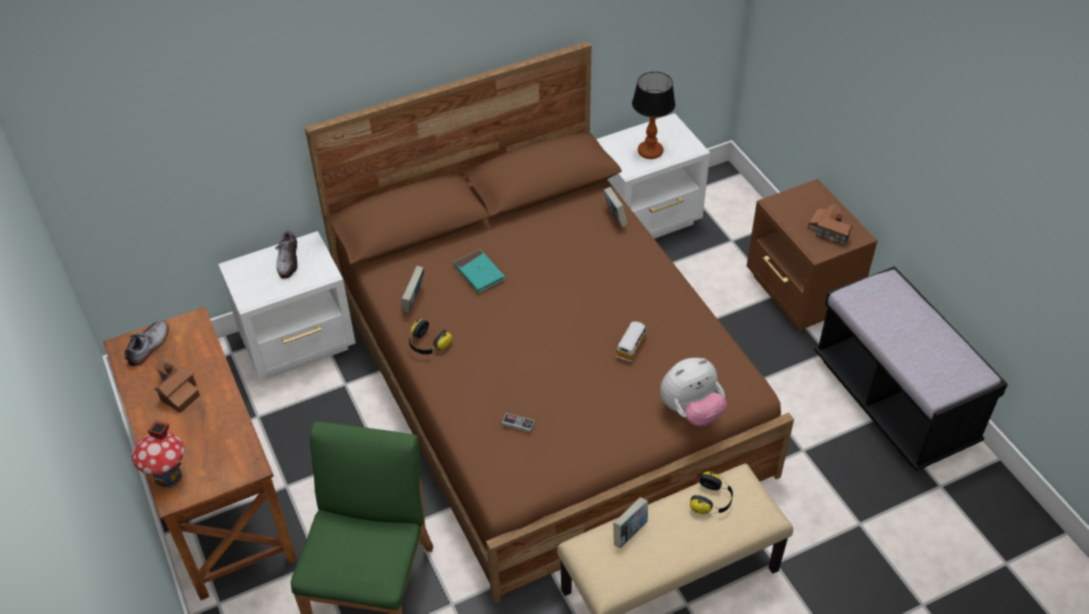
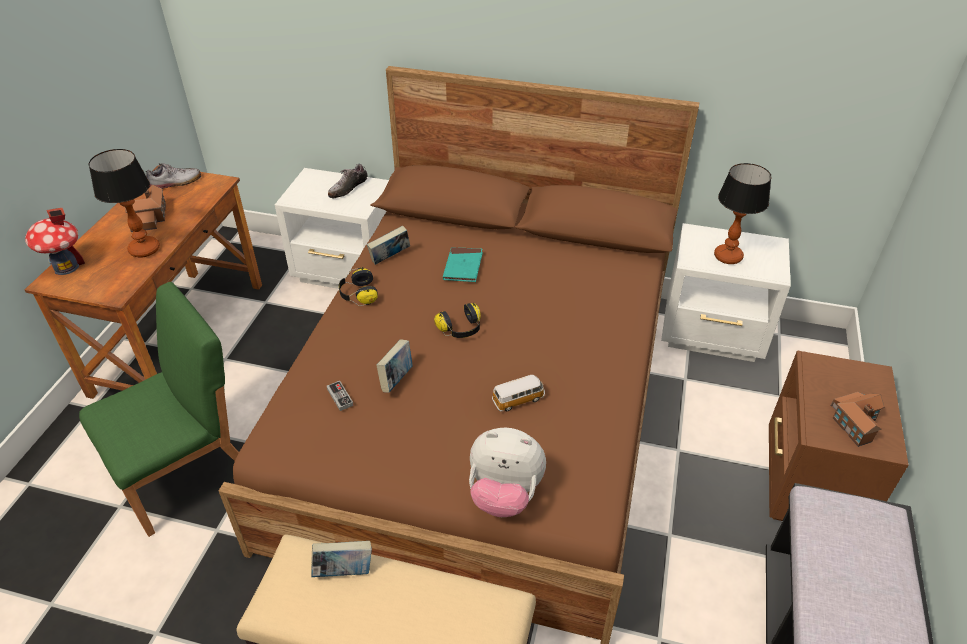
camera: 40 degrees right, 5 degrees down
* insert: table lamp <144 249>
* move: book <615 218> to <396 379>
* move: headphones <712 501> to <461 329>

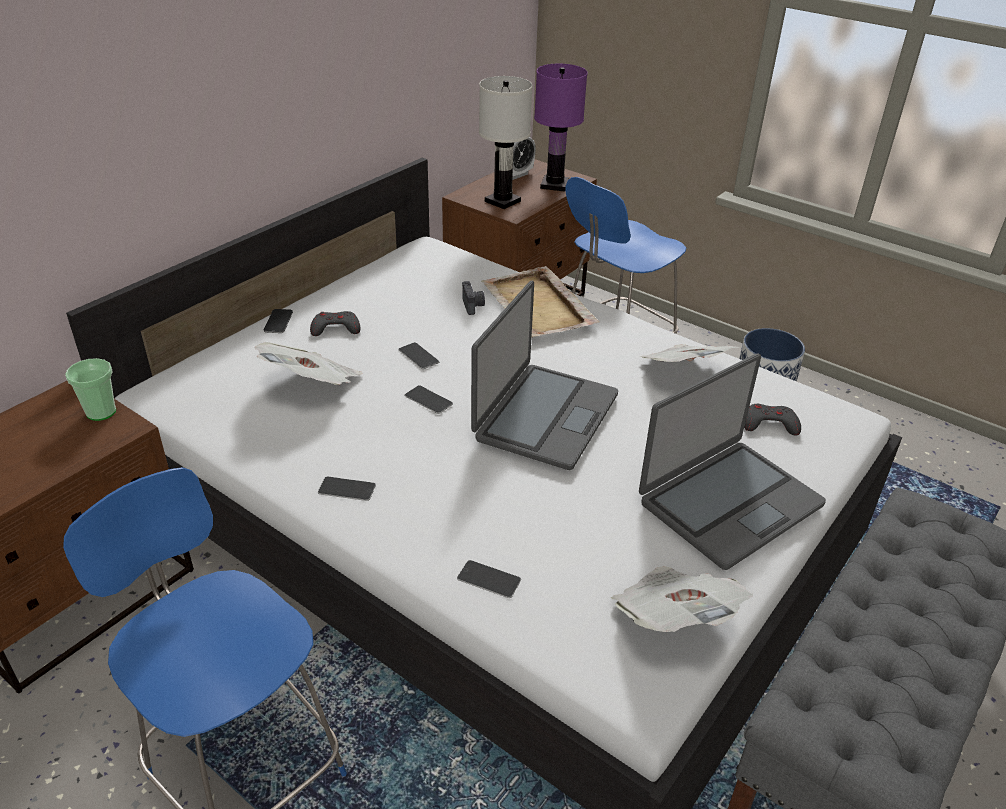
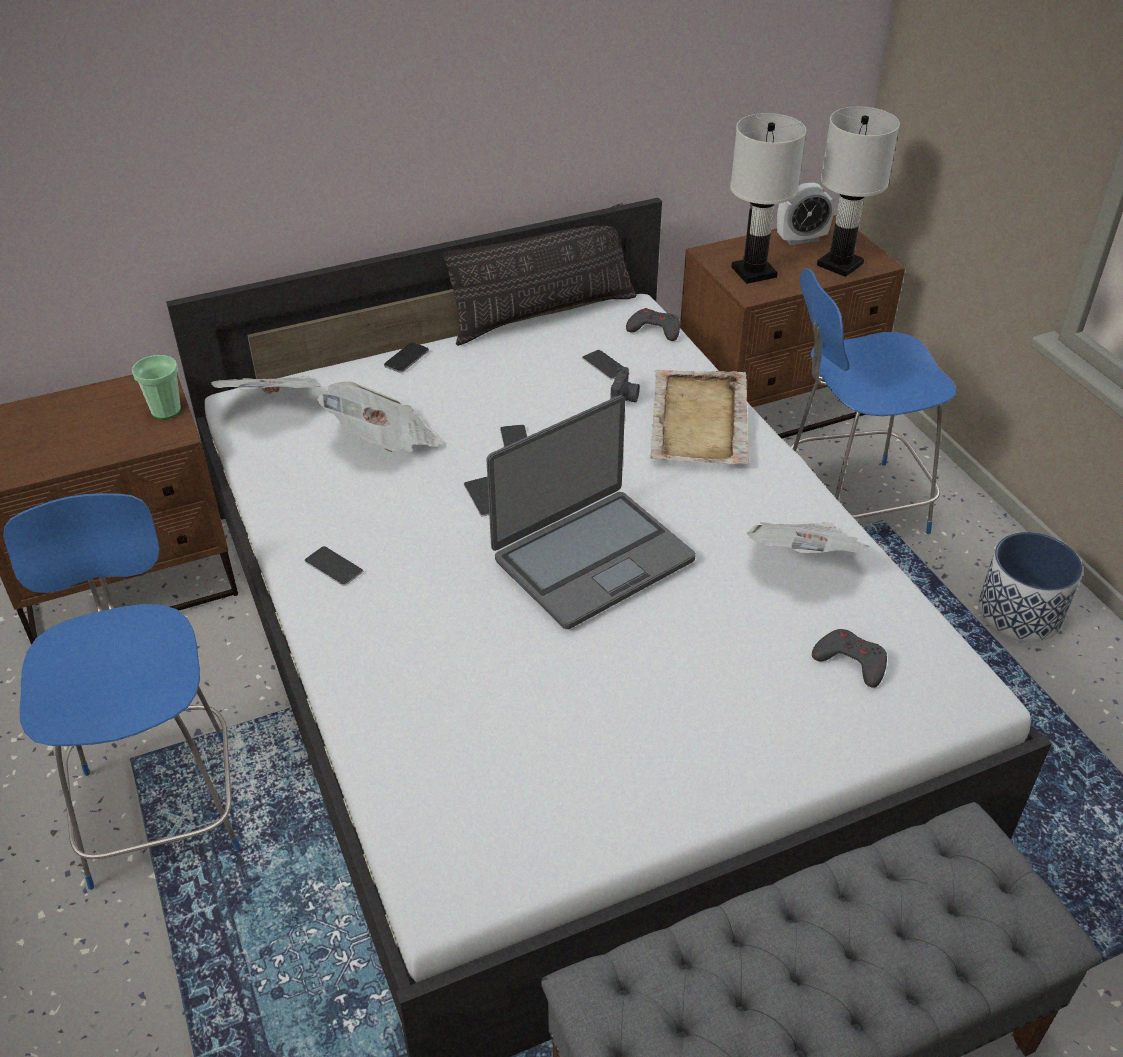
camera: 30 degrees right, 5 degrees up
* delete: laptop <728 503>
* insert: pillow <542 314>
* move: grey game controller <335 328> to <654 329>
* move: phone <489 579> to <605 365>
* move: newspaper <674 619> to <275 406>
* recolor: purple table lamp <554 185> to white table lamp <839 264>

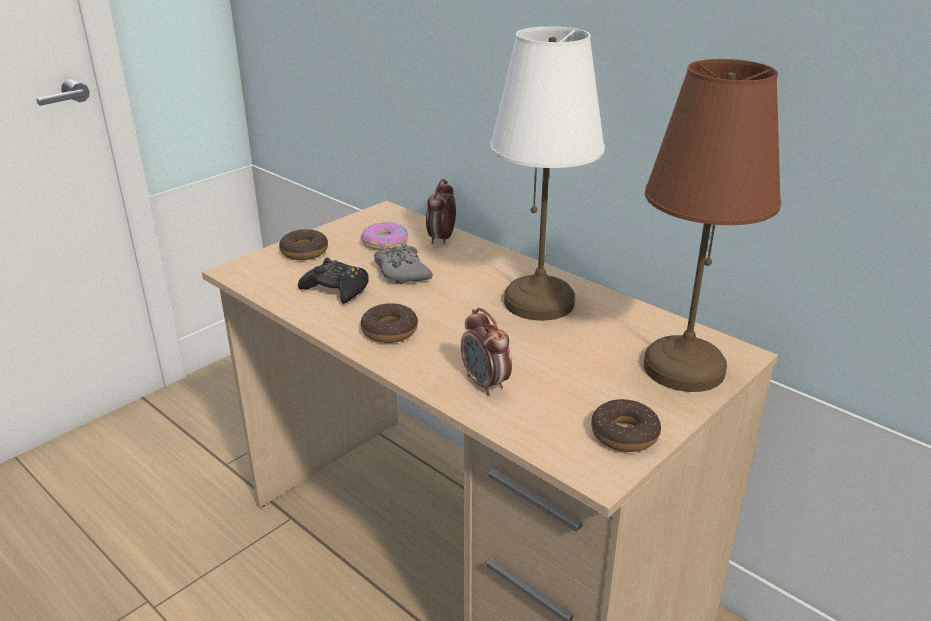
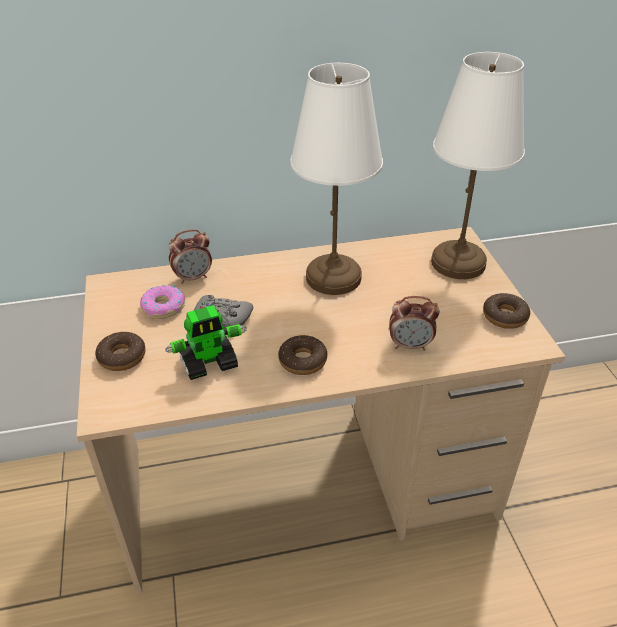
camera: 55 degrees left, 10 degrees up
* replace: black game controller <336 289> to toy robot <210 363>
* recolor: brown table lamp <684 369> to white table lamp <459 263>
* rotate: alarm clock <441 239> = <193 277> 75 degrees counterclockwise

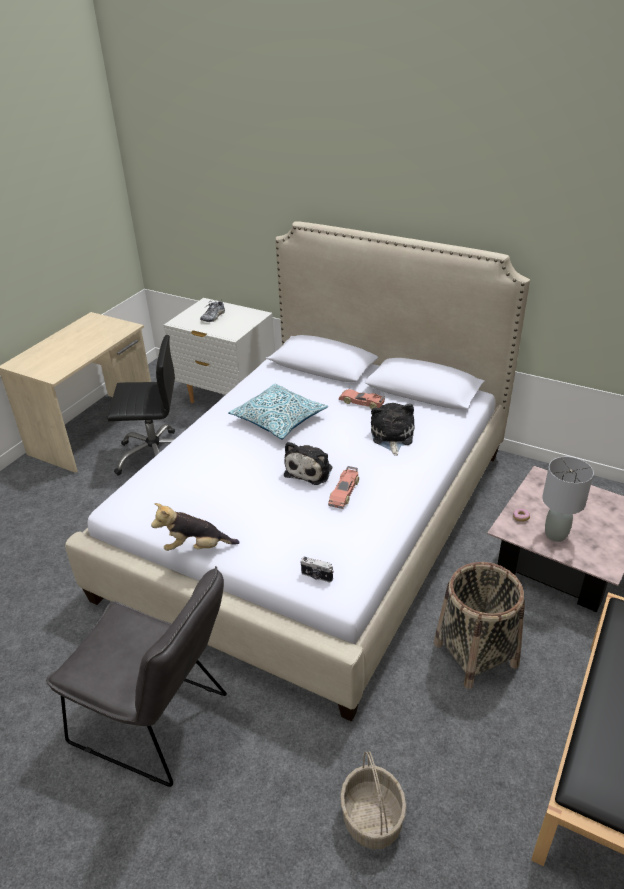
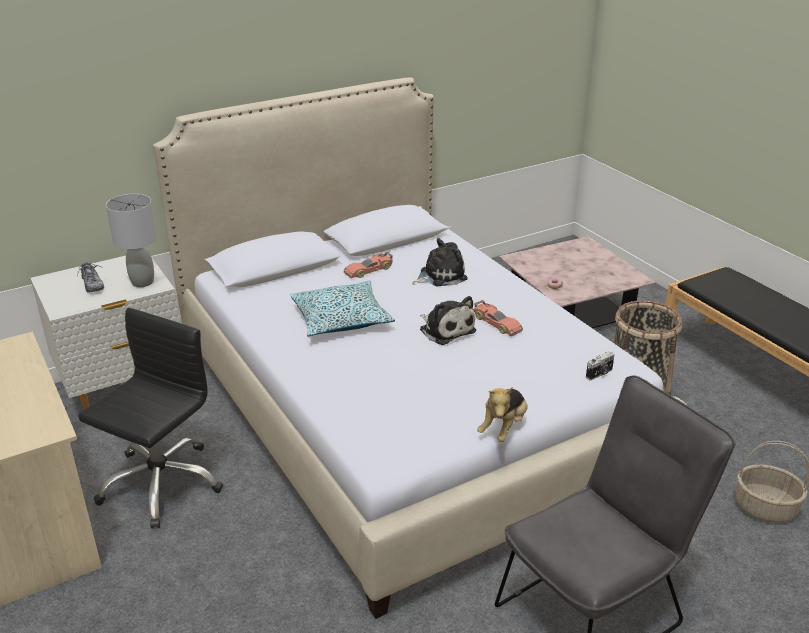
camera: 60 degrees left, 5 degrees down
* move: grey table lamp <555 535> to <142 282>
* rotate: plush toy <392 437> = <440 275> 120 degrees clockwise

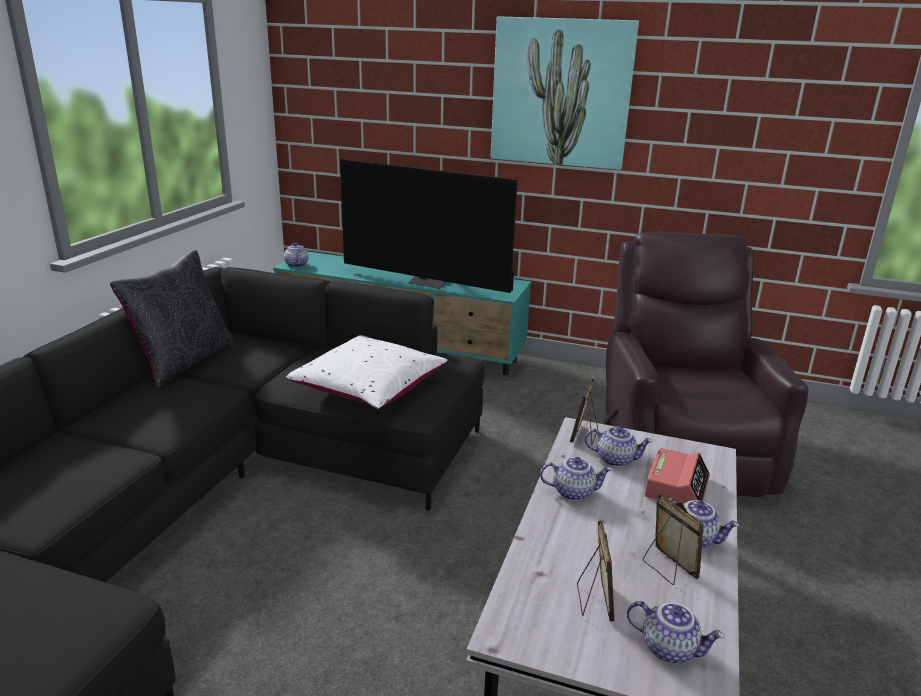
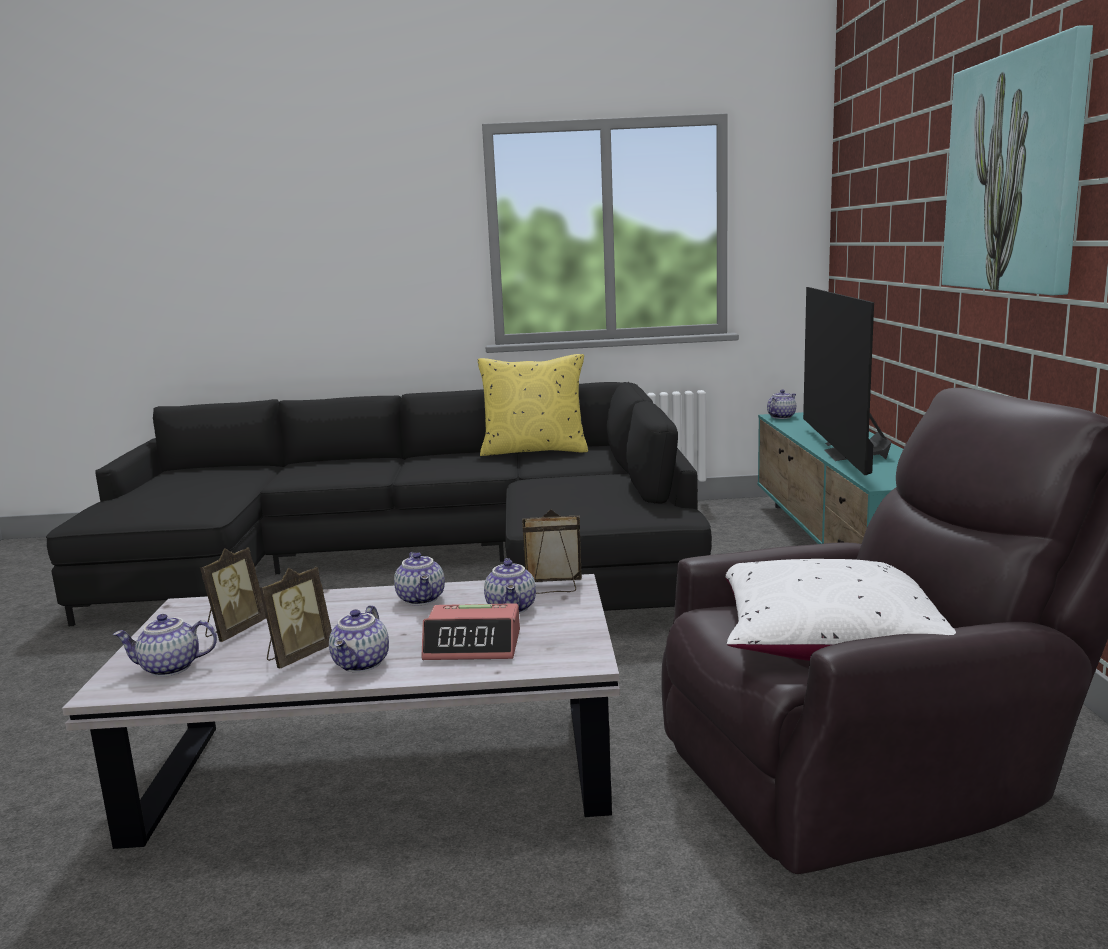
camera: 70 degrees right, 10 degrees down
* move: white pillow <369 388> to <831 639>
* recolor: black pillow <184 361> to yellow pillow <534 450>
* rotate: picture frame <594 601> = <234 631> 45 degrees counterclockwise
* rotate: teapot <670 648> = <169 668> 75 degrees clockwise

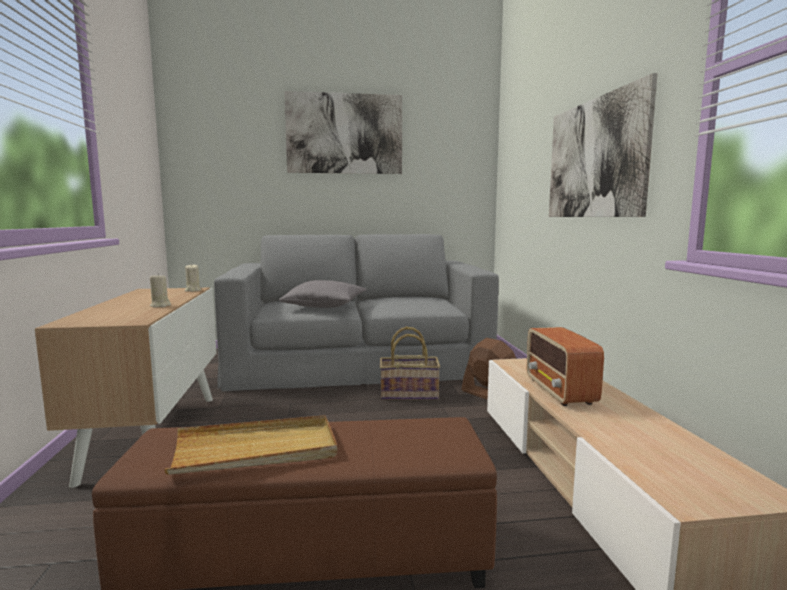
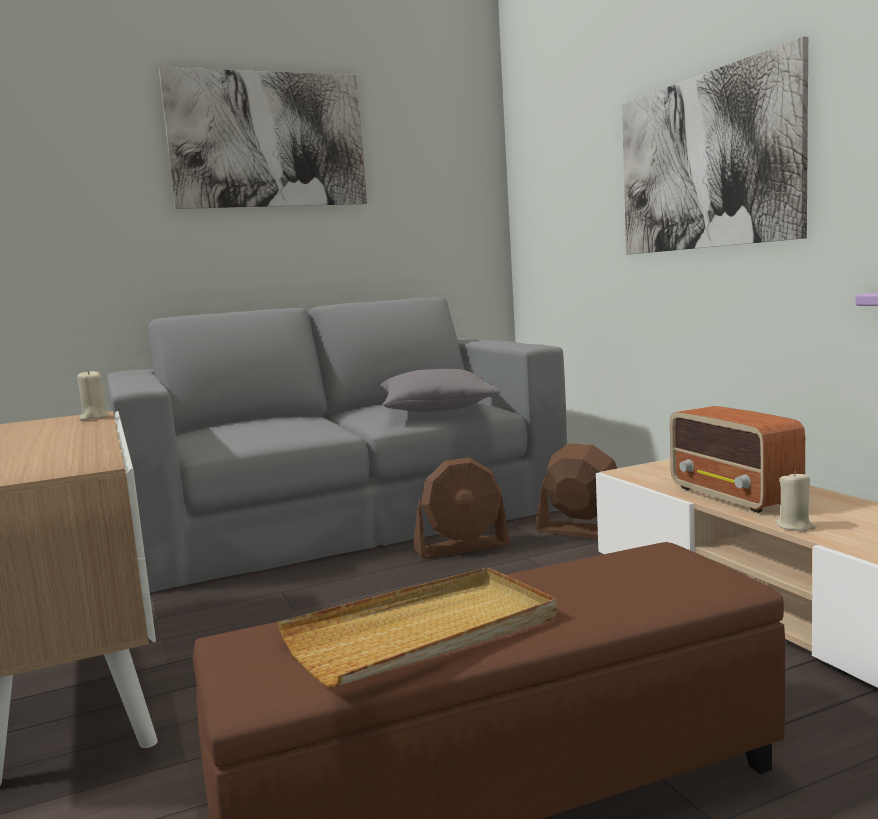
camera: 15 degrees left, 0 degrees up
* move: beige candle <160 306> to <795 526>
* move: grey pillow <325 306> to <438 409>
* replace: basket <409 394> to brown fan <462 548>

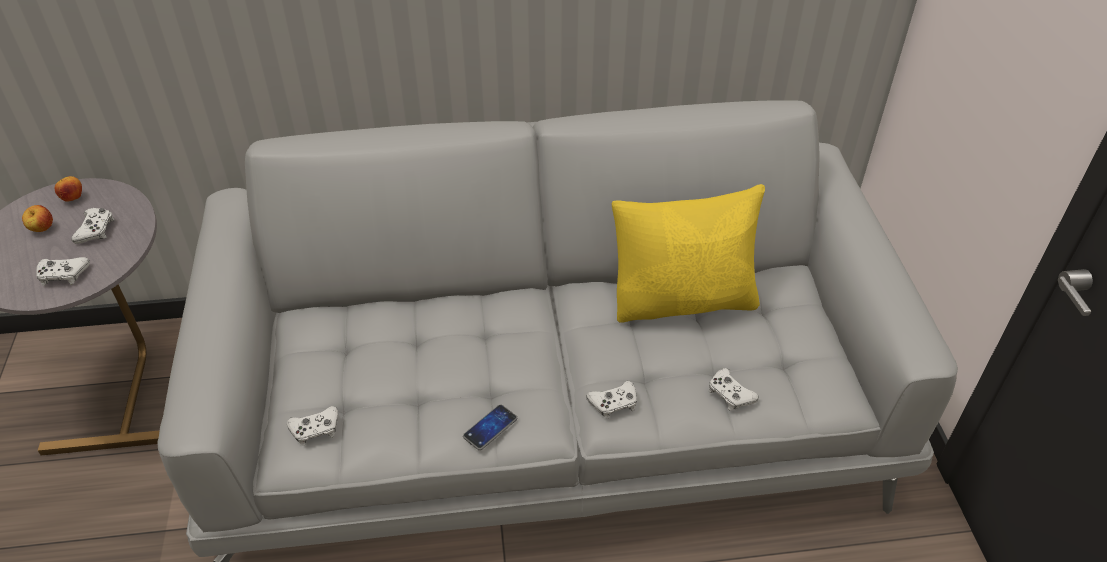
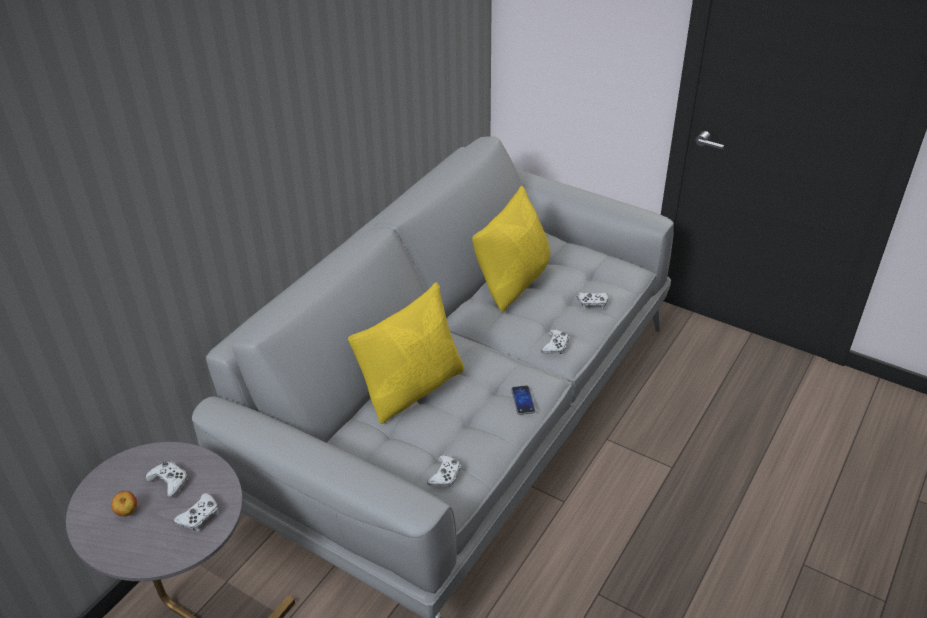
camera: 50 degrees left, 5 degrees down
* delete: apple <73 198>
* insert: yellow pillow <413 388>

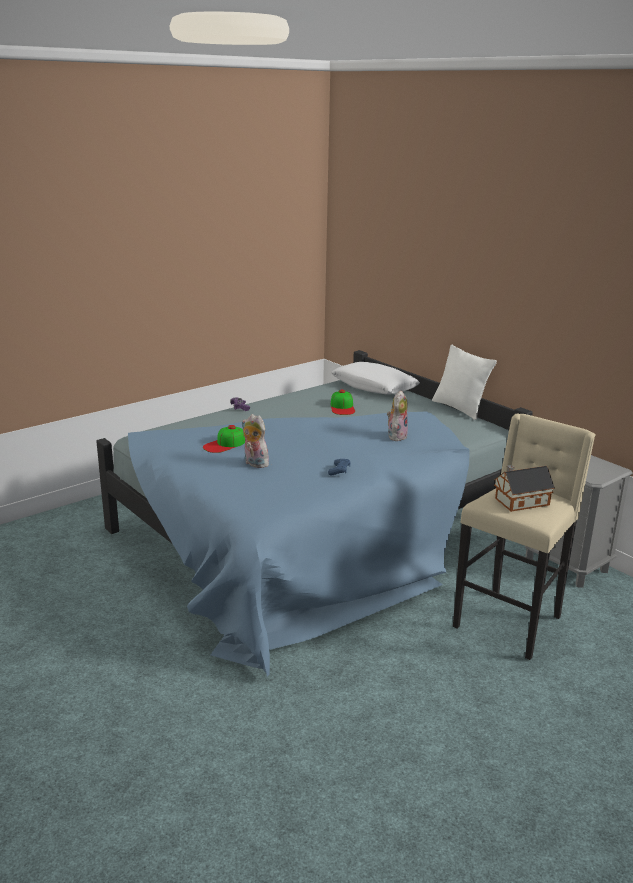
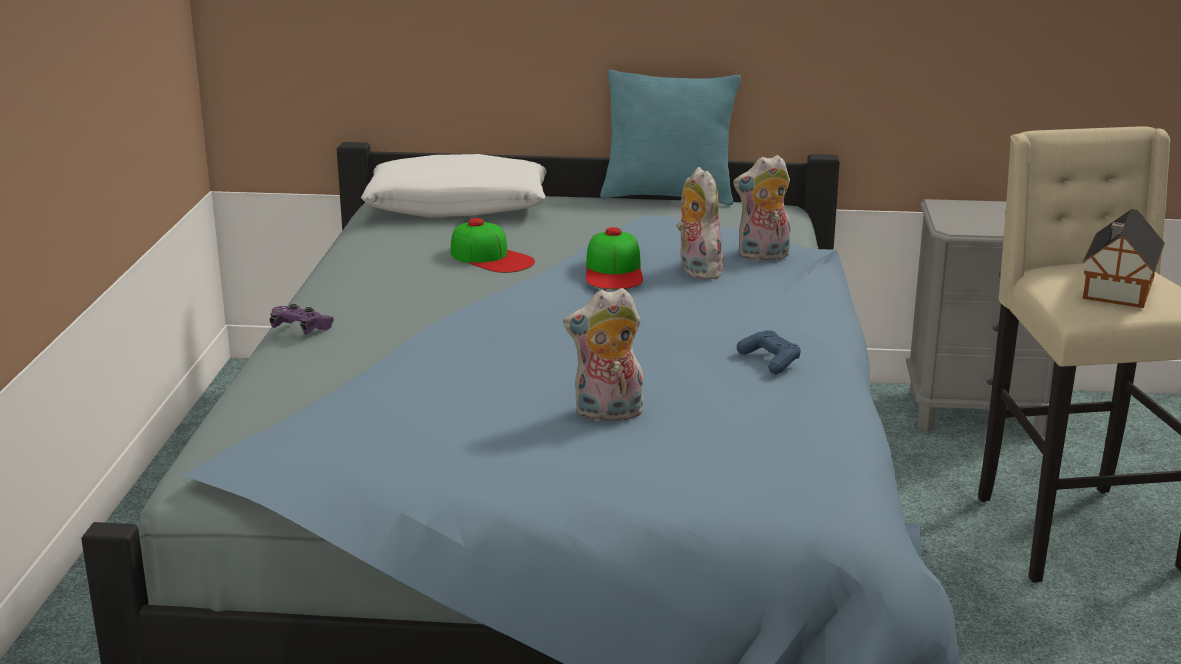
camera: 45 degrees left, 0 degrees up
* insert: plush toy <763 256>
* move: cap <224 444> to <614 271>
* recolor: white pillow <459 409> to turquoise pillow <668 196>

